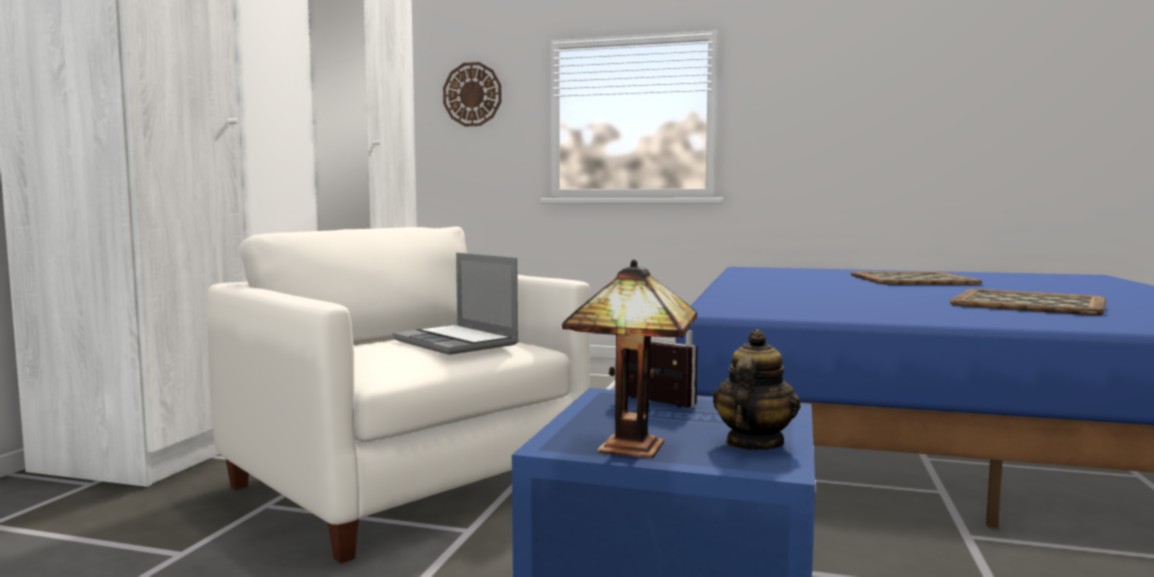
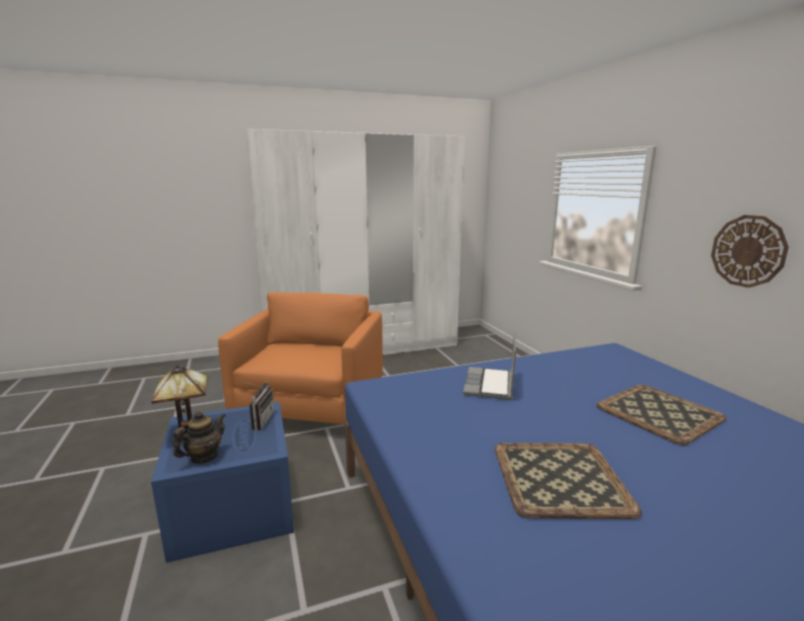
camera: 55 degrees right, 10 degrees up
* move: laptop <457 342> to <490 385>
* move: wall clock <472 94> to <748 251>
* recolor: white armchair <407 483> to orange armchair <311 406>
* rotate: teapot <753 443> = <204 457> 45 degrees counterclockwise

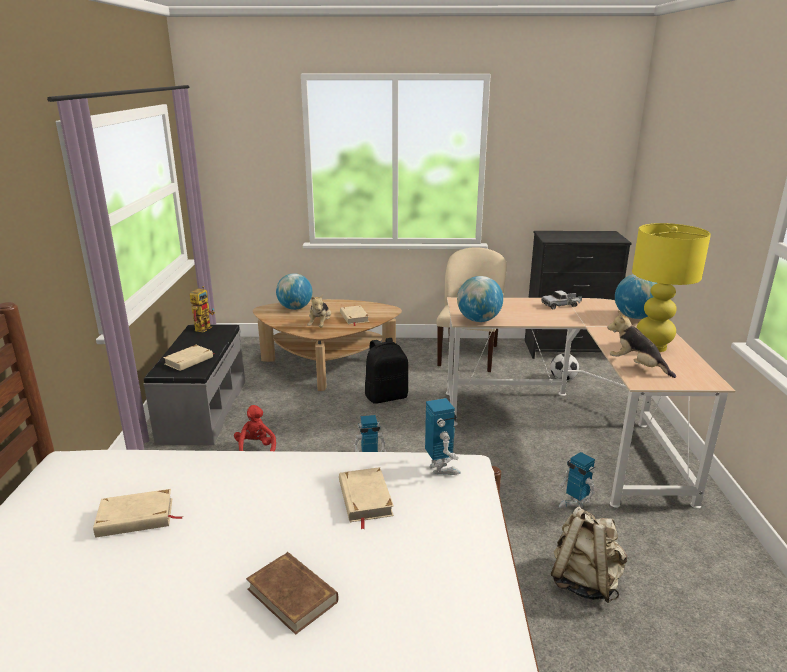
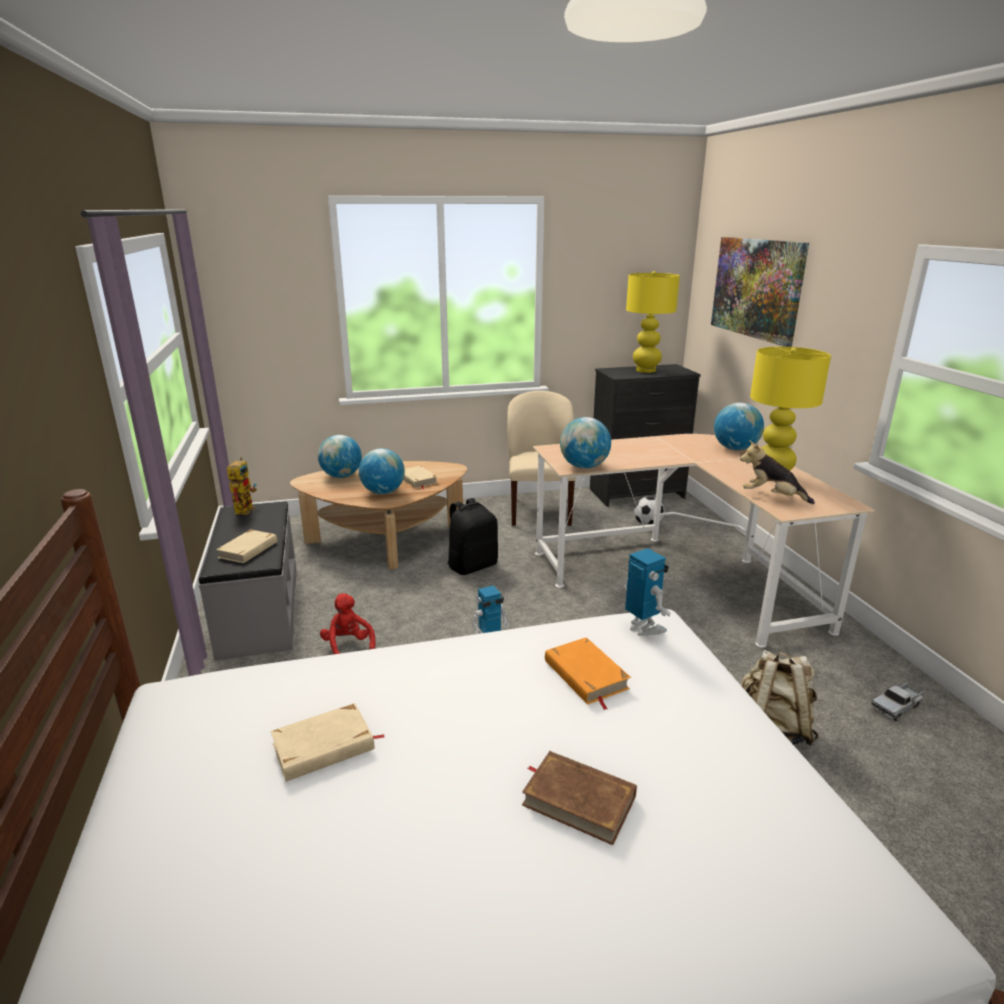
camera: 15 degrees left, 0 degrees up
* delete: toy robot <574 506>
* insert: yellow table lamp <646 370>
* insert: picture <756 288>
* move: toy truck <561 305> to <896 707>
* replace: plush toy <320 325> to globe <383 492>
* recolor: beige book <364 499> to orange book <585 675>

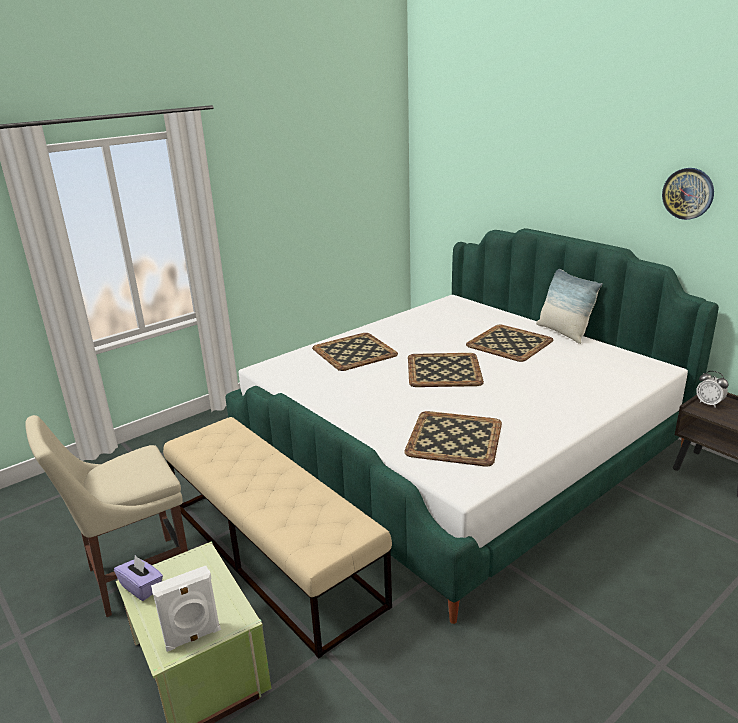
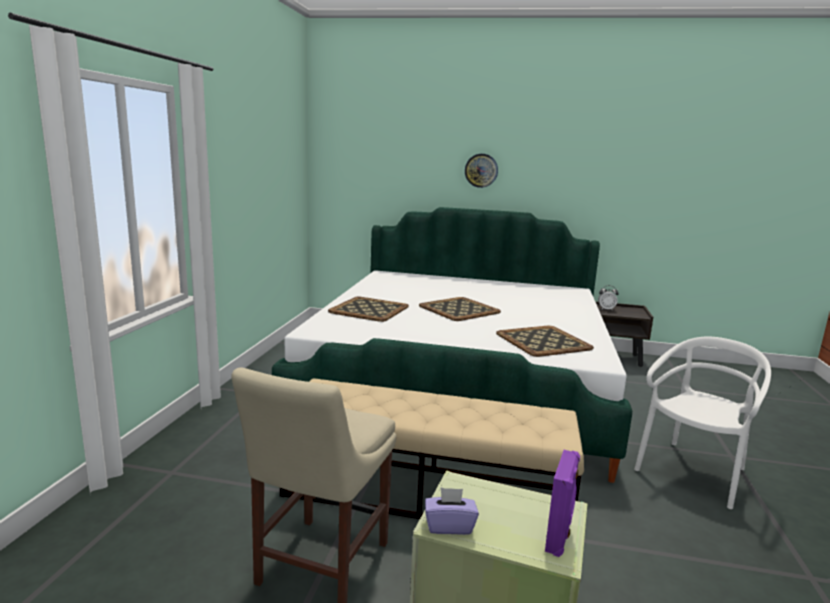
camera: 40 degrees left, 10 degrees down
* delete: tray <509 343>
* delete: pillow <563 332>
* insert: white chair <693 472>
* move: wall clock <688 193> to <481 170>
* recolor: white speaker <193 637> to purple speaker <559 537>

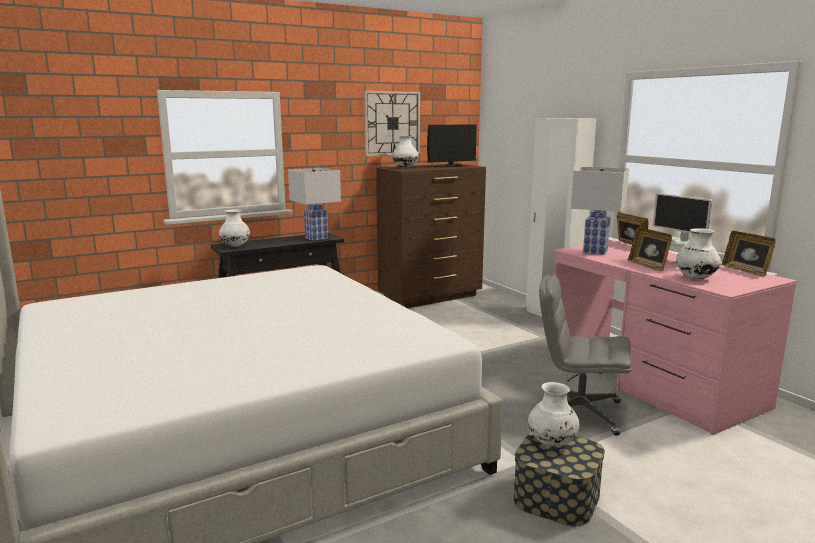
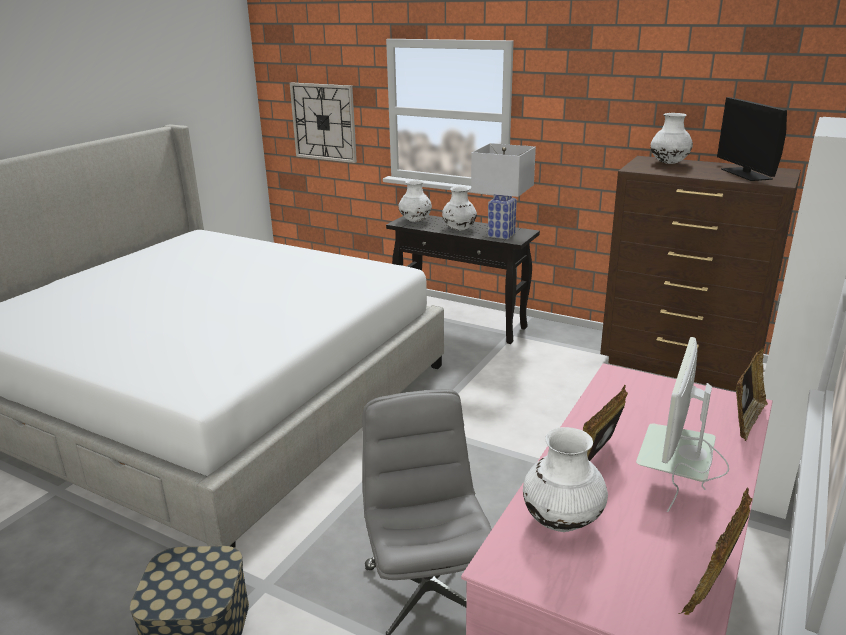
camera: 60 degrees right, 10 degrees up
* delete: white table lamp <594 251>
* move: wall clock <392 123> to <324 122>
* move: white vase <552 443> to <459 229>
* rotate: monitor <450 166> = <746 174> 45 degrees clockwise

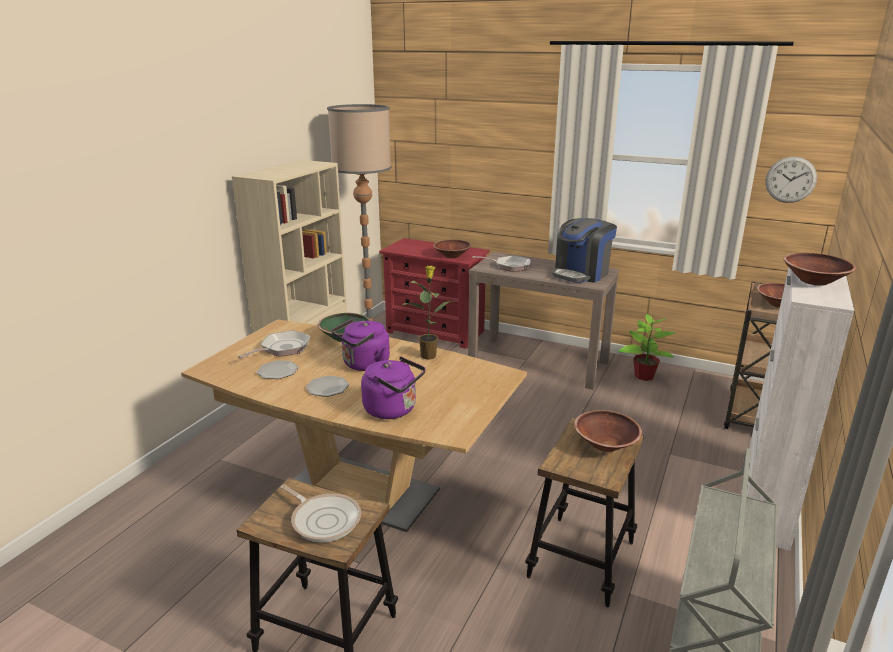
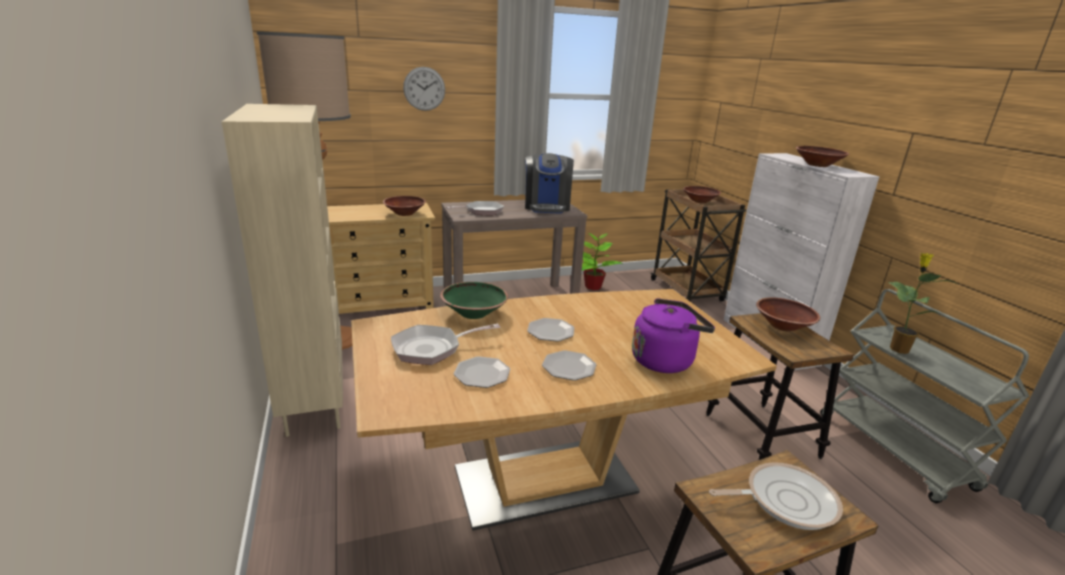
camera: 45 degrees left, 0 degrees up
* move: potted plant <429 355> to <898 349>
* move: wall clock <790 179> to <424 89>
* replace: purple kettle <364 365> to plate <550 331>
* recolor: red dresser <435 331> to beige dresser <382 303>
* rotate: frying pan <282 349> = <432 349> 105 degrees counterclockwise

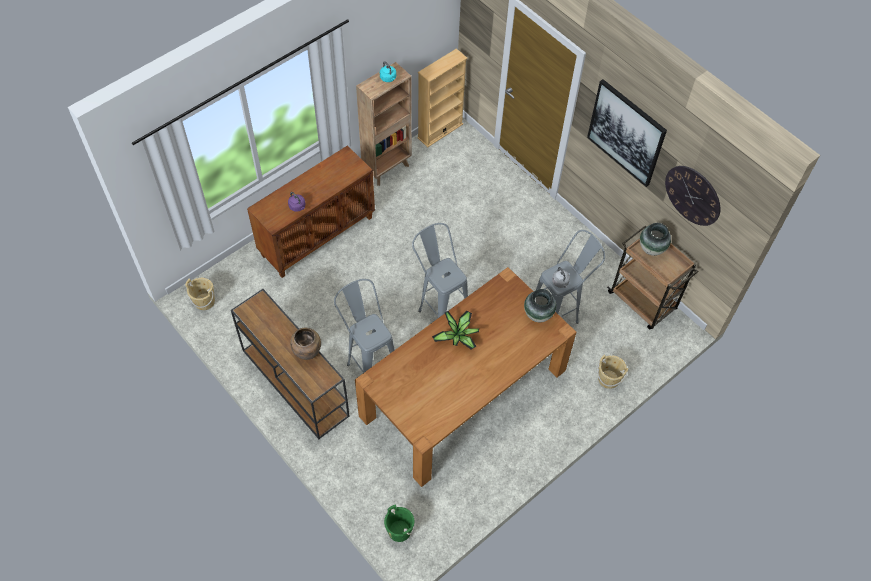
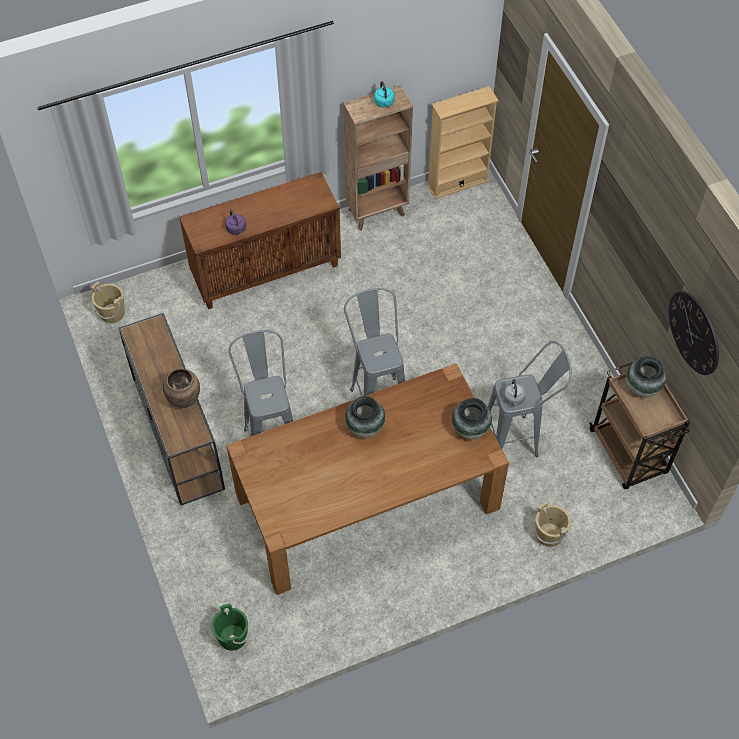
camera: 20 degrees right, 0 degrees up
* delete: picture <626 133>
* replace: potted plant <458 336> to vase <365 428>

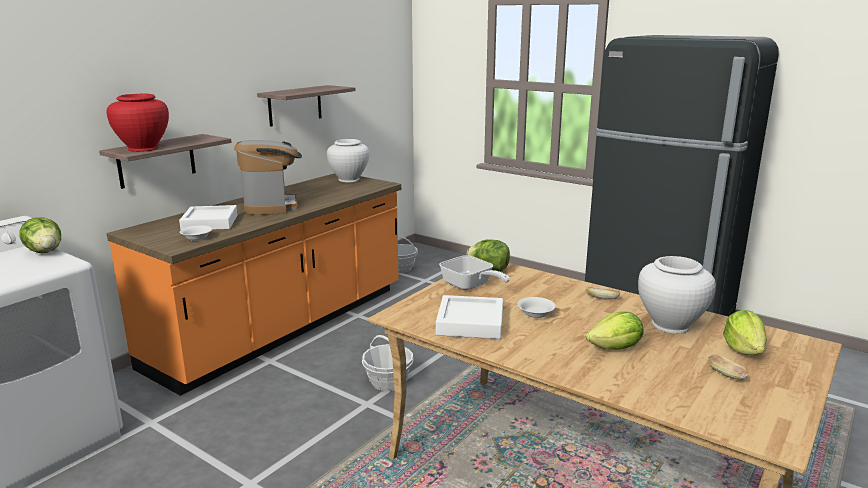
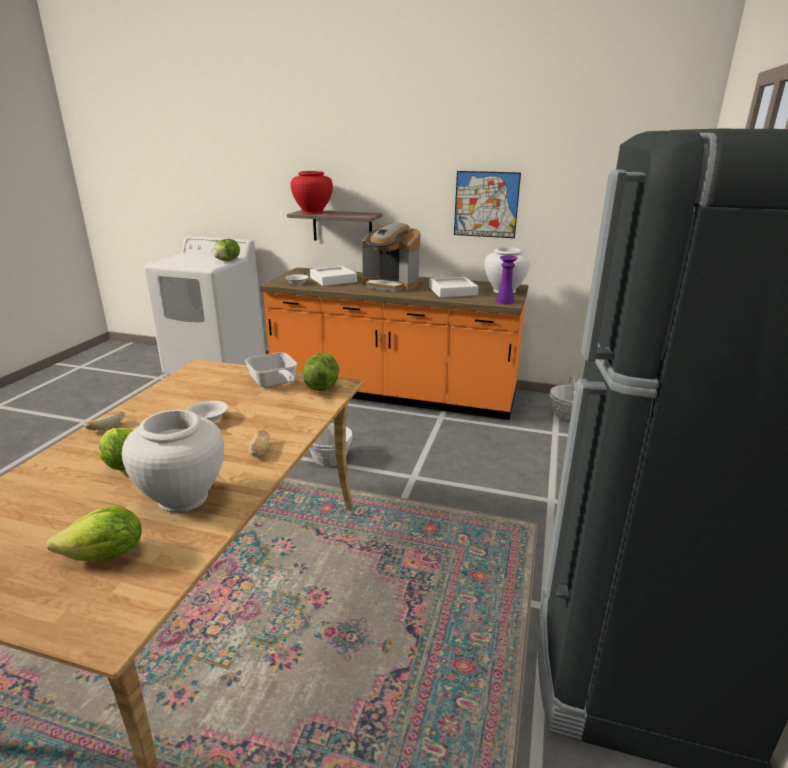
camera: 70 degrees right, 5 degrees up
* insert: purple vase <504 301>
* move: white tray <470 323> to <452 291>
* move: bread <726 375> to <106 427>
* replace: shelf <295 105> to picture <486 204>
* rotate: coffee machine <271 206> = <390 285> 60 degrees clockwise
* rotate: frying pan <470 286> = <274 383> 60 degrees counterclockwise

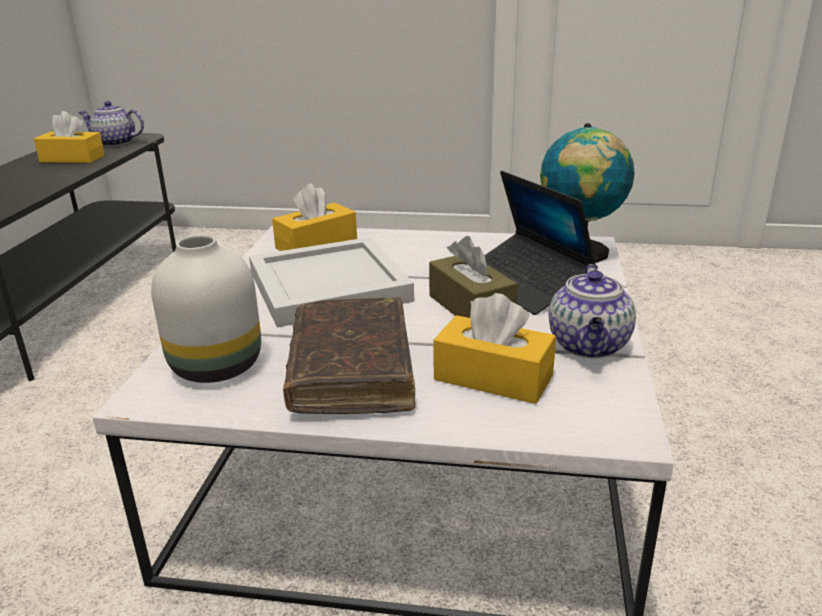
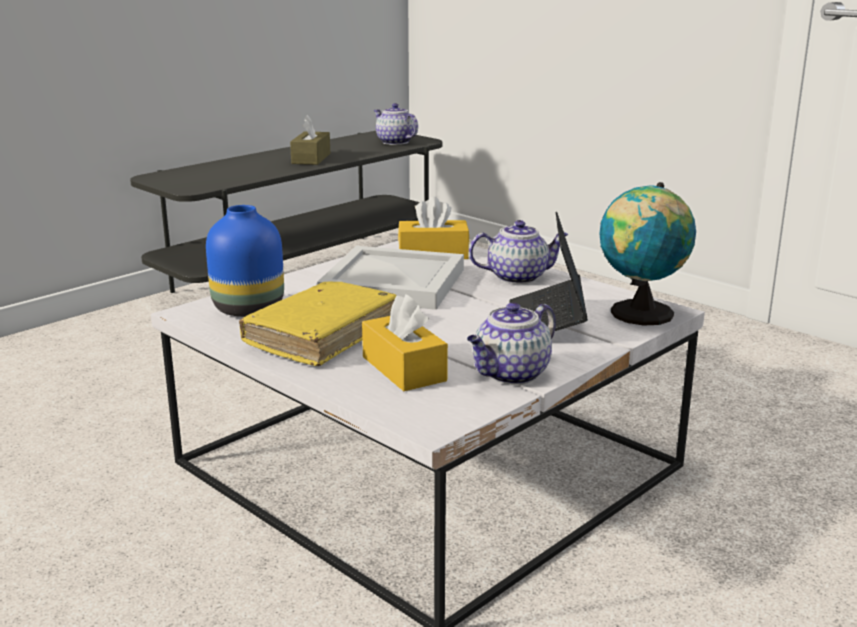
camera: 35 degrees right, 5 degrees down
* delete: yellow tissue box <72 159>
* insert: teapot <518 277>
* move: brown tissue box <471 307> to <311 158>
* recolor: white vase <215 368> to blue vase <246 309>
* recolor: brown book <351 370> to yellow book <322 335>

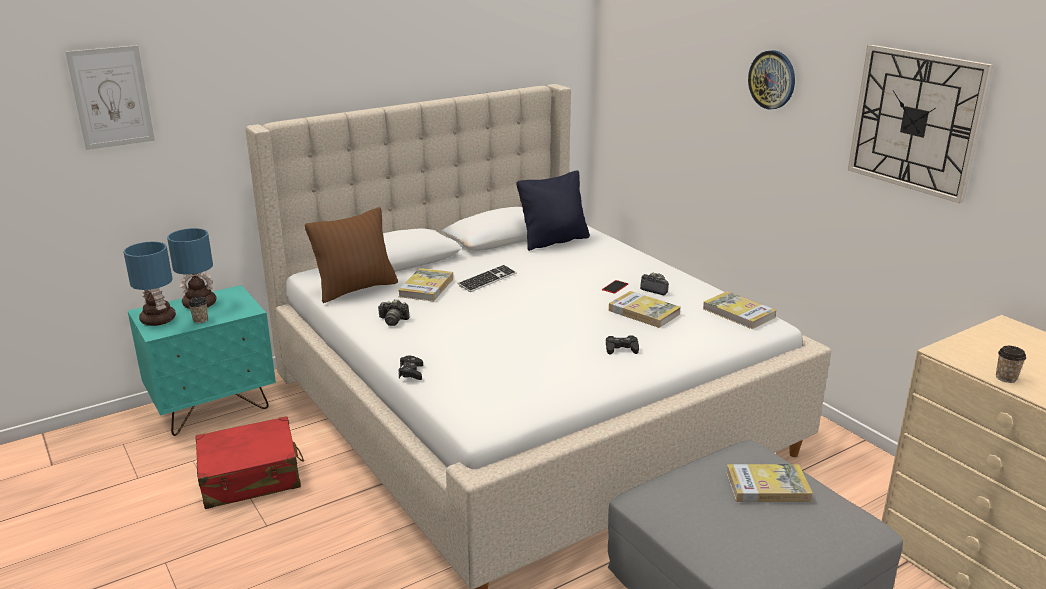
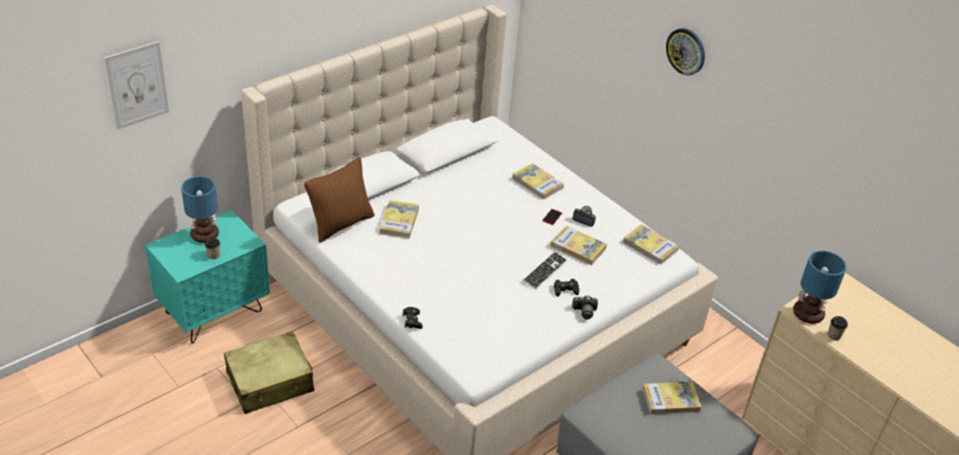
camera: 10 degrees left, 15 degrees up
* delete: black pillow <554 241>
* delete: wall clock <916 121>
* insert: book <537 183>
* move: table lamp <159 320> to <809 314>
* move: photo camera <393 320> to <584 311>
* move: keyboard <487 280> to <545 271>
* recolor: red suitcase <251 477> to beige suitcase <270 382>

